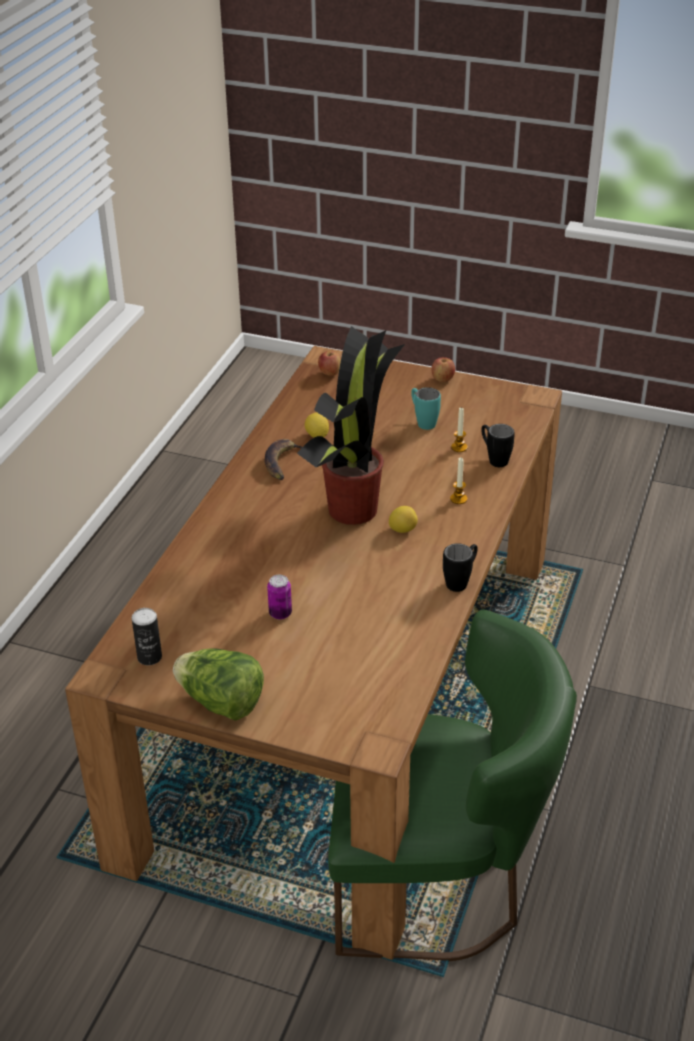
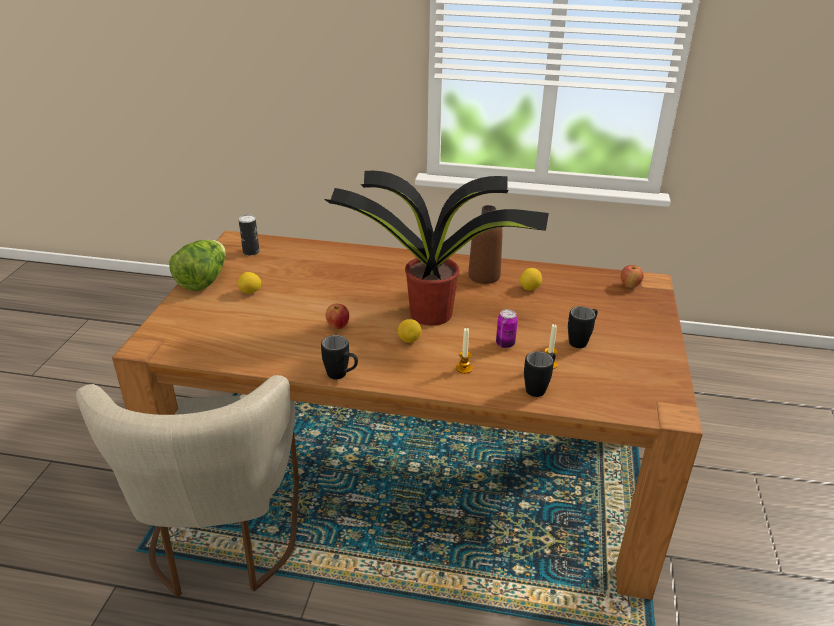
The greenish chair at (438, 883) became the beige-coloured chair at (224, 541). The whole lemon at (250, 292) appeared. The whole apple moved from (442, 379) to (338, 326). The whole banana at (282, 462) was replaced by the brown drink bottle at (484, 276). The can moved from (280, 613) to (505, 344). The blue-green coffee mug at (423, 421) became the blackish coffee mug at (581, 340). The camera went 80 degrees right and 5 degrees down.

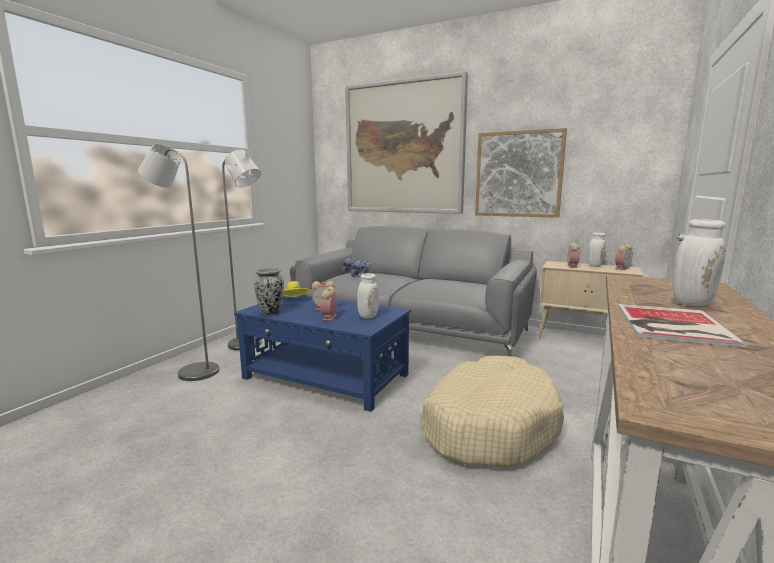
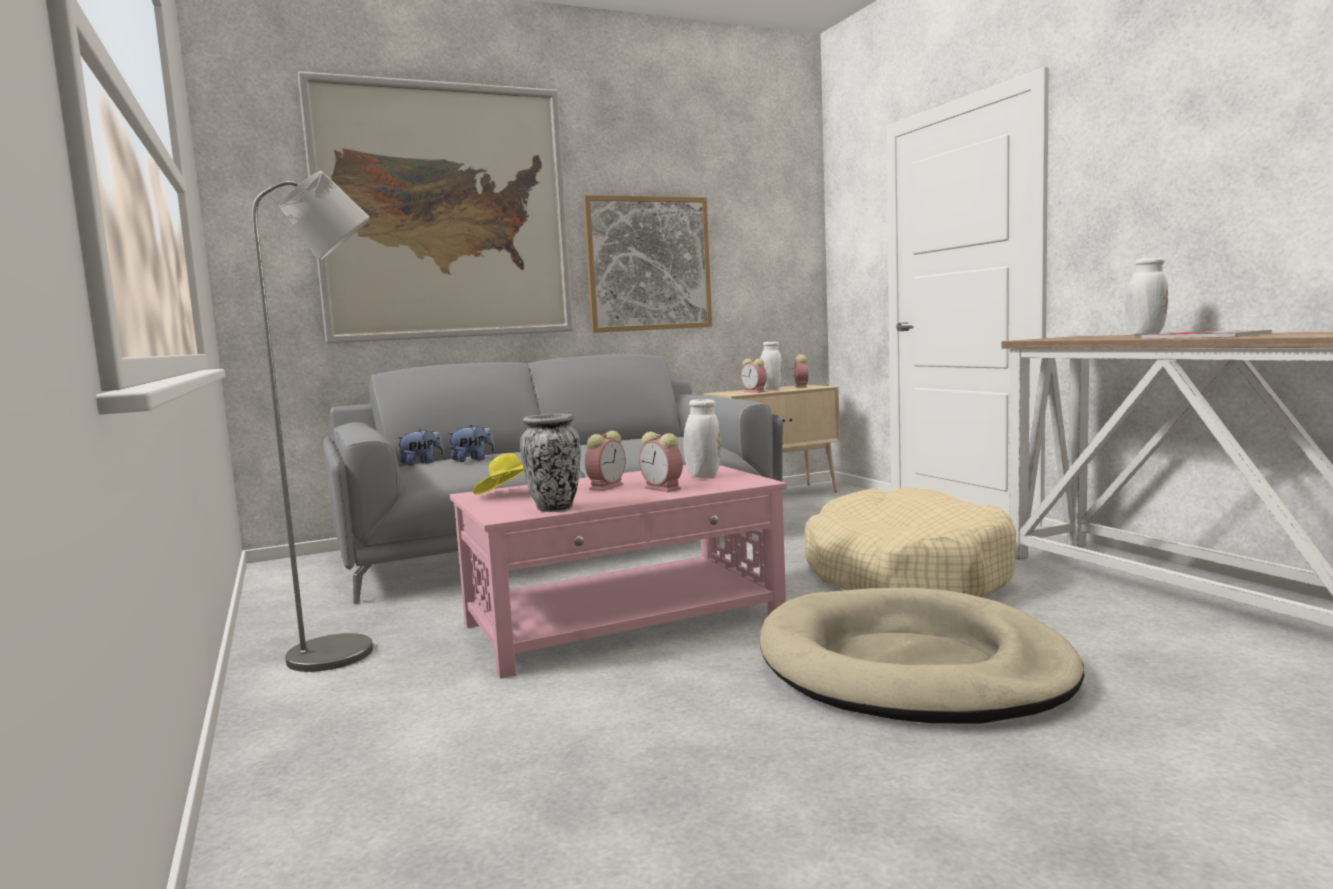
The blue lounge table at (326, 376) became the pink-coloured lounge table at (624, 620). The beige-coloured dog bed at (911, 667) appeared. The grey floor lamp at (192, 371) disappeared. The camera went 50 degrees left and 5 degrees down.

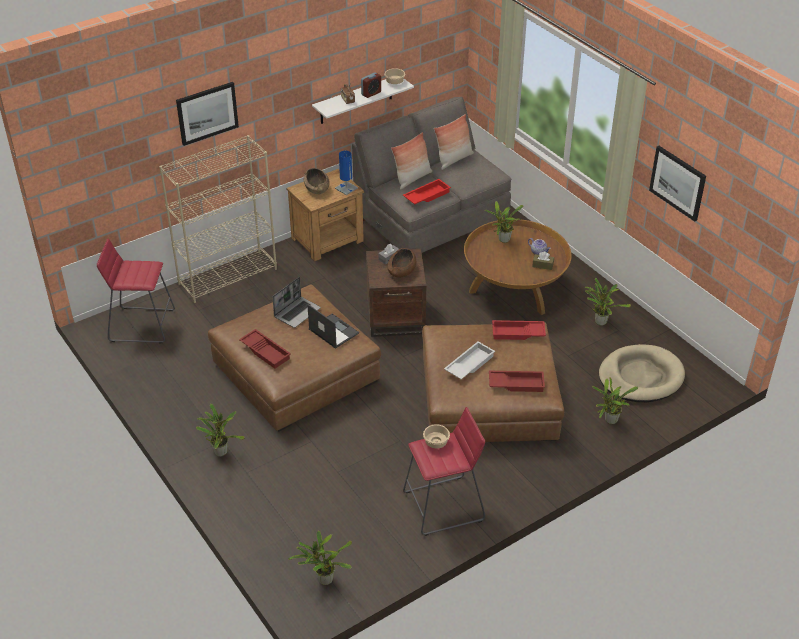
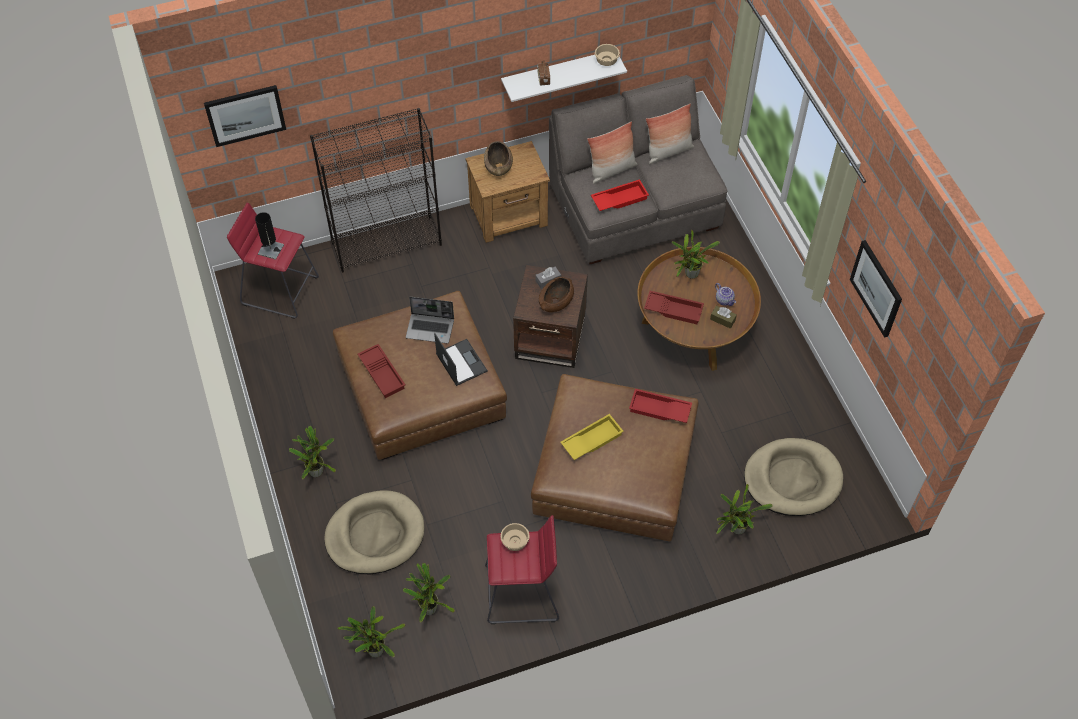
The wall art moved from (207, 113) to (245, 115). The blackish tabletop lamp at (271, 249) appeared. The beige-coloured shelving unit at (228, 276) became the blackish shelving unit at (387, 243). The beige-coloured dog bed at (375, 535) appeared. The plant in a pot moved from (600, 321) to (429, 606). The portable computer at (297, 312) turned 45 degrees clockwise. The white tray at (469, 364) became the yellow-coloured tray at (591, 439). The reddish tray moved from (516, 383) to (674, 309). The blue tabletop lamp at (346, 188) disappeared. The alarm clock at (371, 93) disappeared. The camera went 15 degrees right and 15 degrees up.

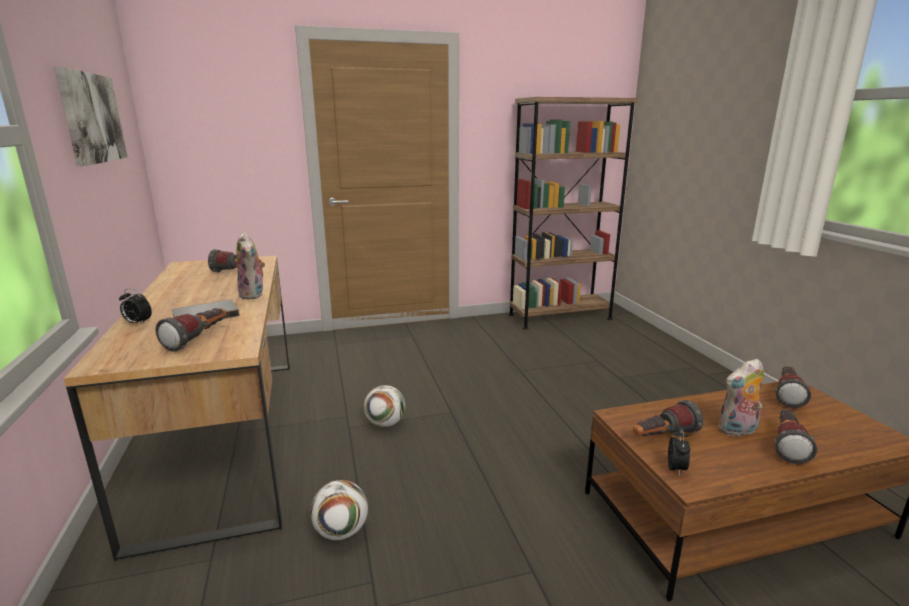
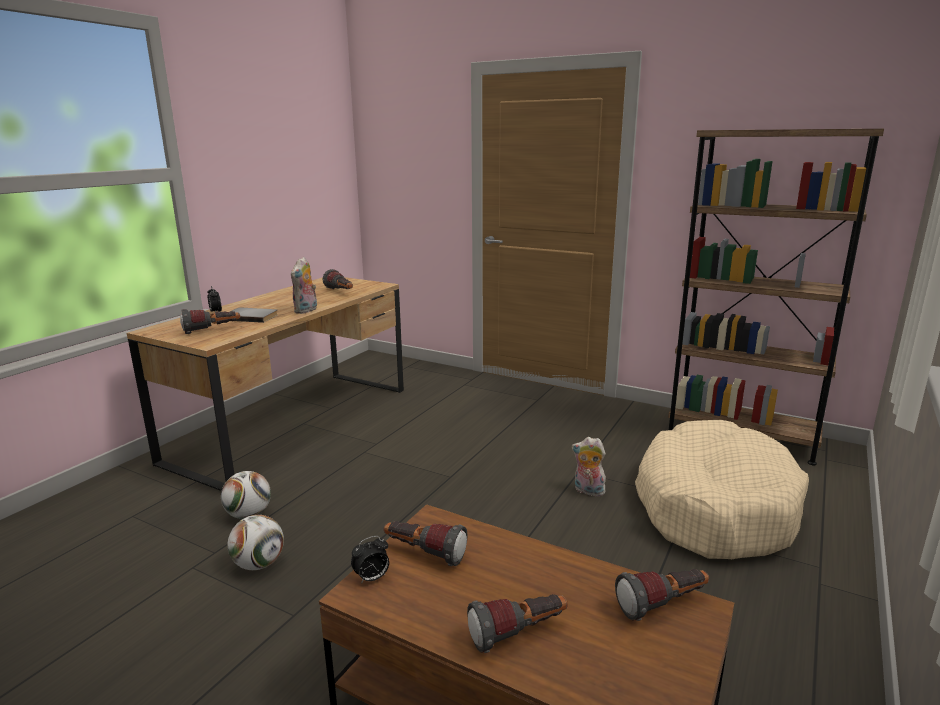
The ball for football moved from (385, 423) to (259, 564). The cuddly toy moved from (737, 431) to (588, 491). The beige-coloured dog bed at (714, 507) appeared. The wall art at (91, 118) disappeared. The camera went 45 degrees right and 0 degrees up.

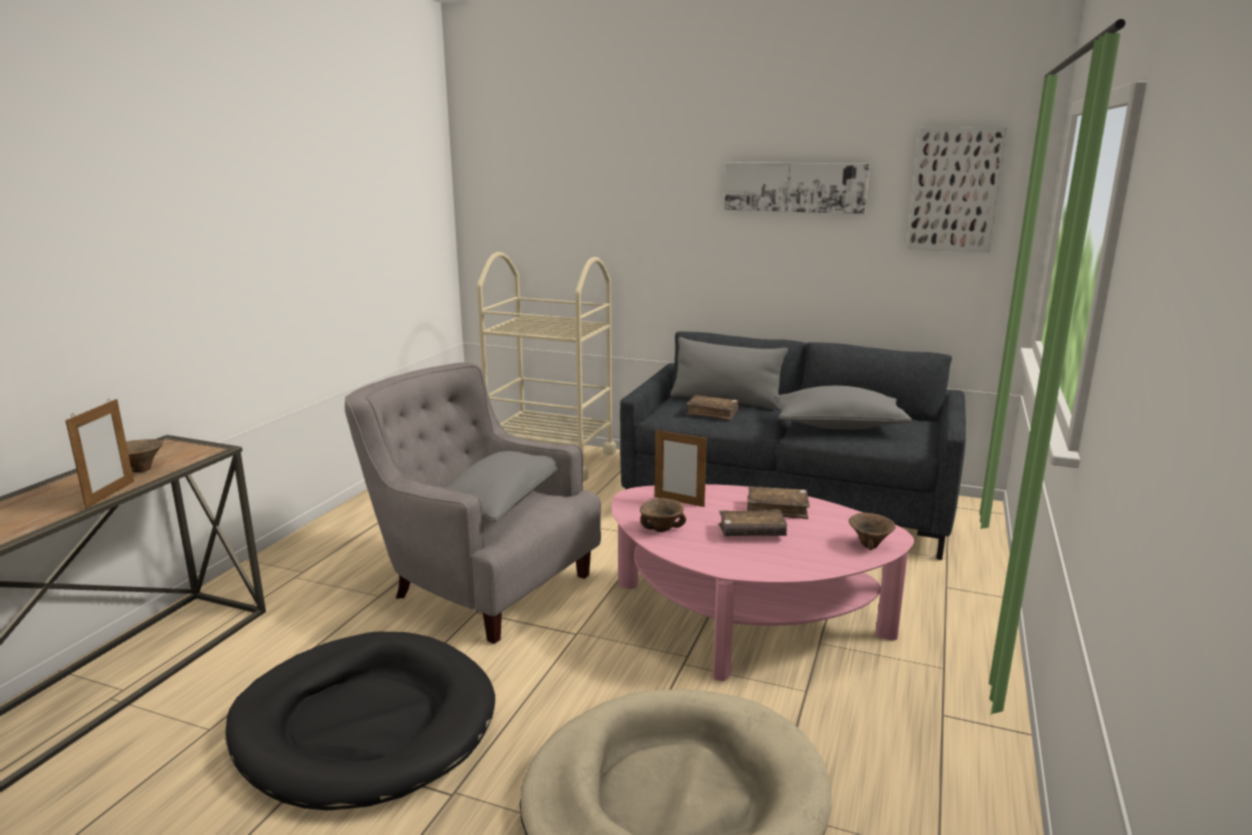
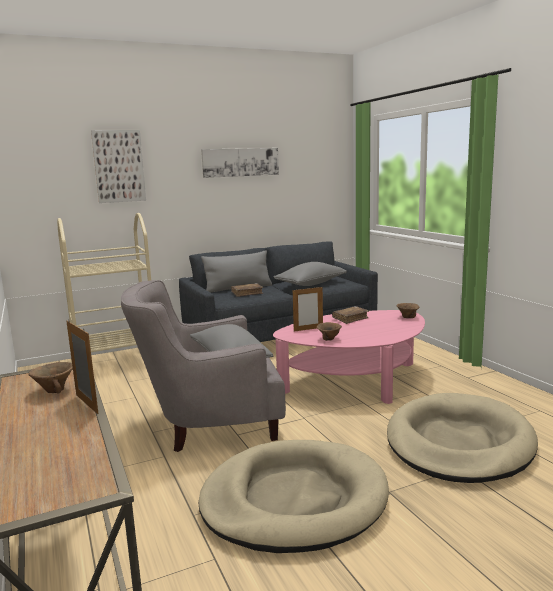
The wall art moved from (955, 190) to (119, 166). The blackish dog bed at (364, 724) became the beige-coloured dog bed at (293, 500). The brown book at (752, 532) disappeared. The camera went 45 degrees left and 5 degrees down.

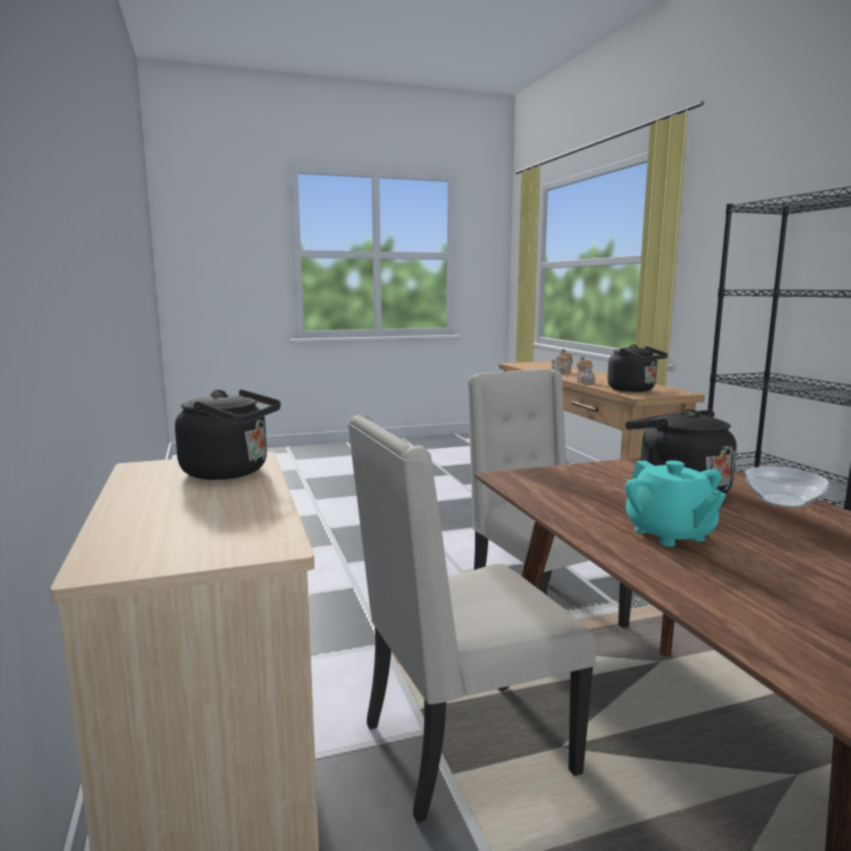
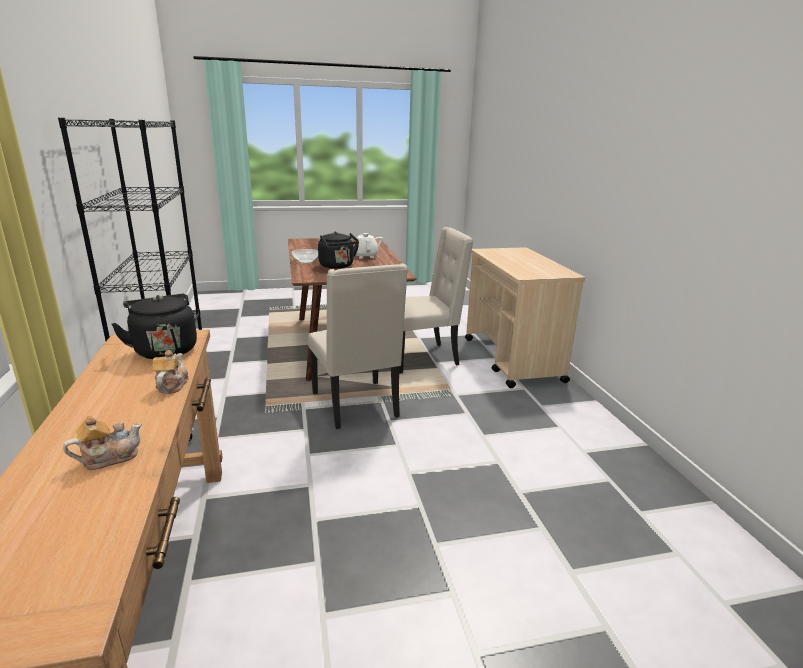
The blue-green tea pot at (669, 534) became the white tea pot at (365, 256). The blackish kettle at (231, 472) disappeared. The camera went 175 degrees left and 10 degrees up.

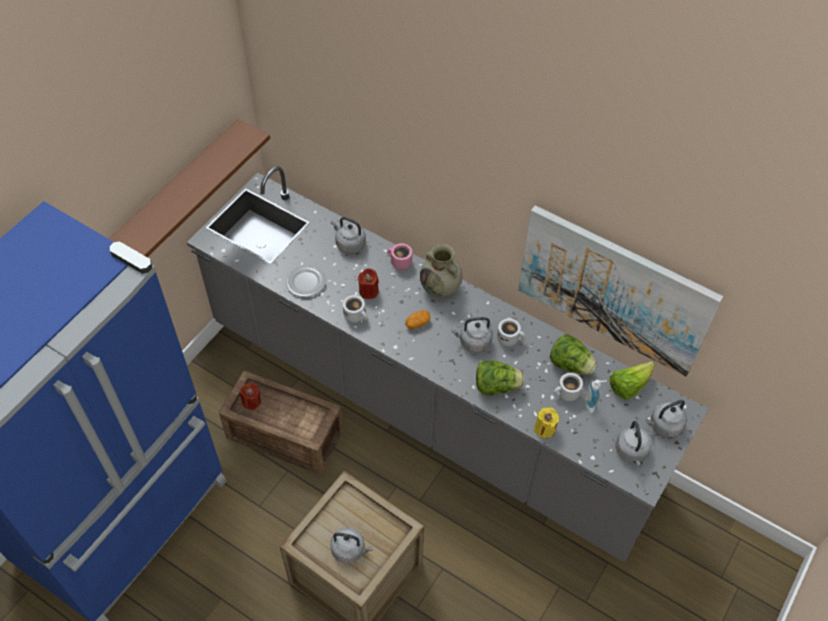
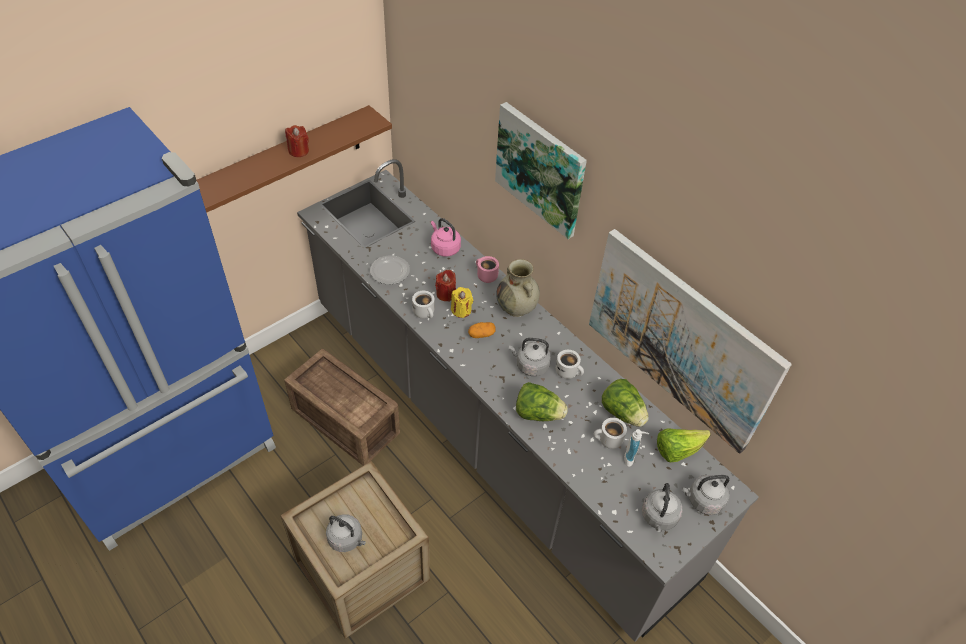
The reddish wax candle moved from (251, 401) to (298, 151). The grey kettle at (349, 243) became the pink-coloured kettle at (444, 248). The yellow-coloured wax candle moved from (544, 429) to (461, 310). The wall art at (541, 169) appeared. The camera went 15 degrees right and 5 degrees down.

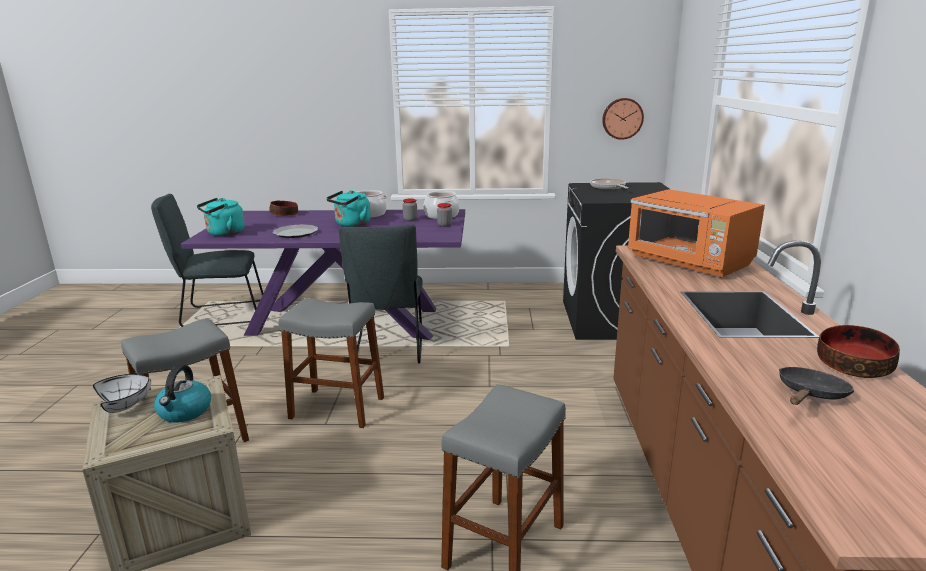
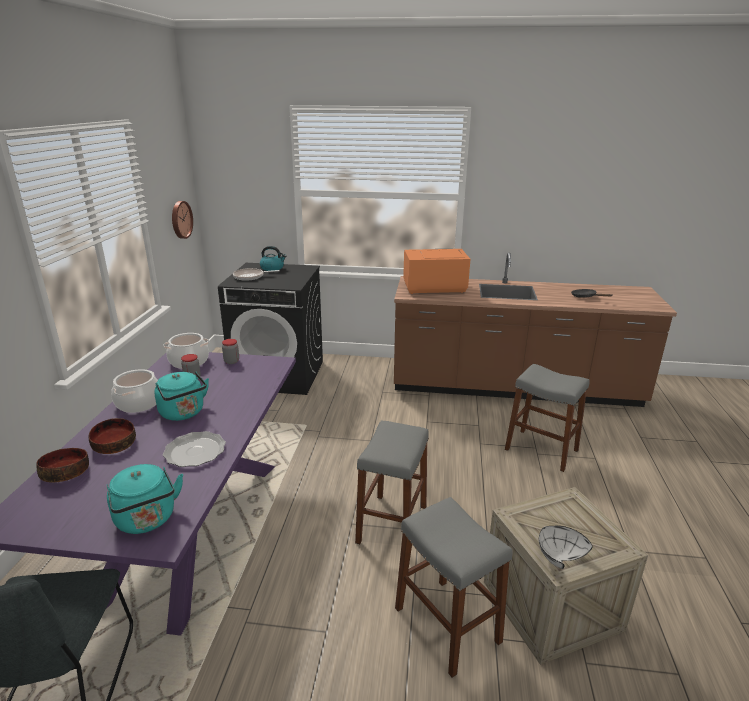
The deep dish moved from (852, 365) to (114, 444). The kettle moved from (185, 412) to (272, 268). The orange-coloured microwave at (689, 262) turned 150 degrees counterclockwise. The grey chair at (388, 350) disappeared. The camera went 85 degrees left and 5 degrees up.

